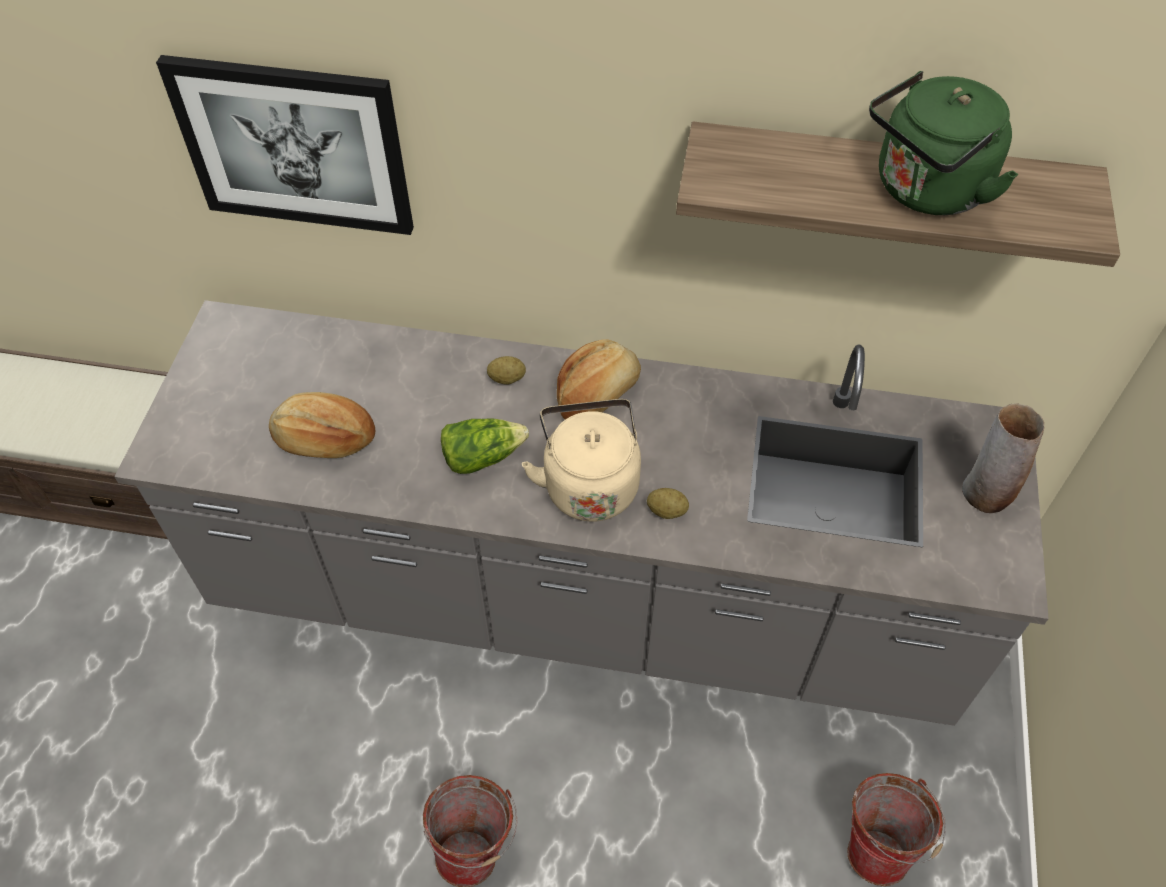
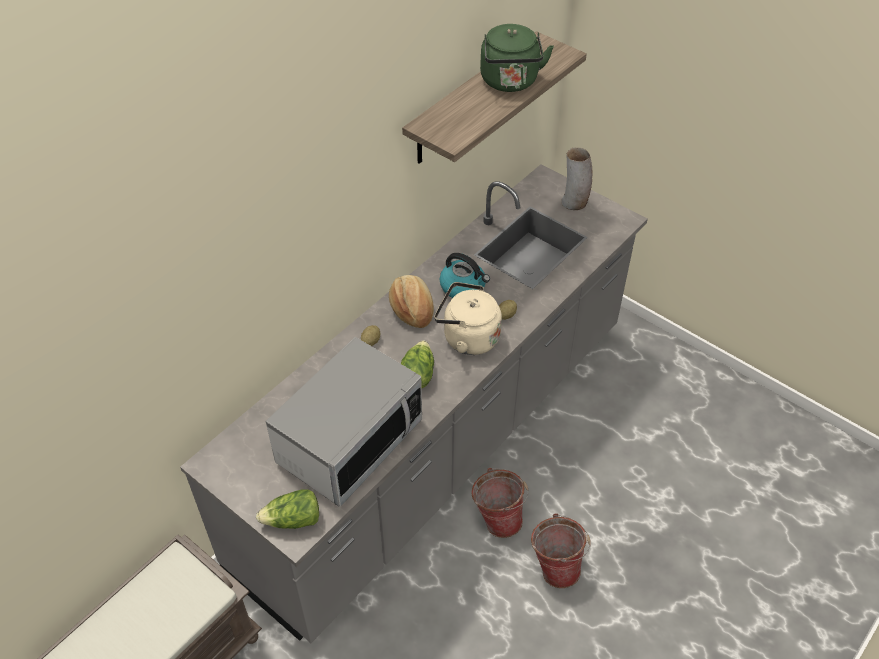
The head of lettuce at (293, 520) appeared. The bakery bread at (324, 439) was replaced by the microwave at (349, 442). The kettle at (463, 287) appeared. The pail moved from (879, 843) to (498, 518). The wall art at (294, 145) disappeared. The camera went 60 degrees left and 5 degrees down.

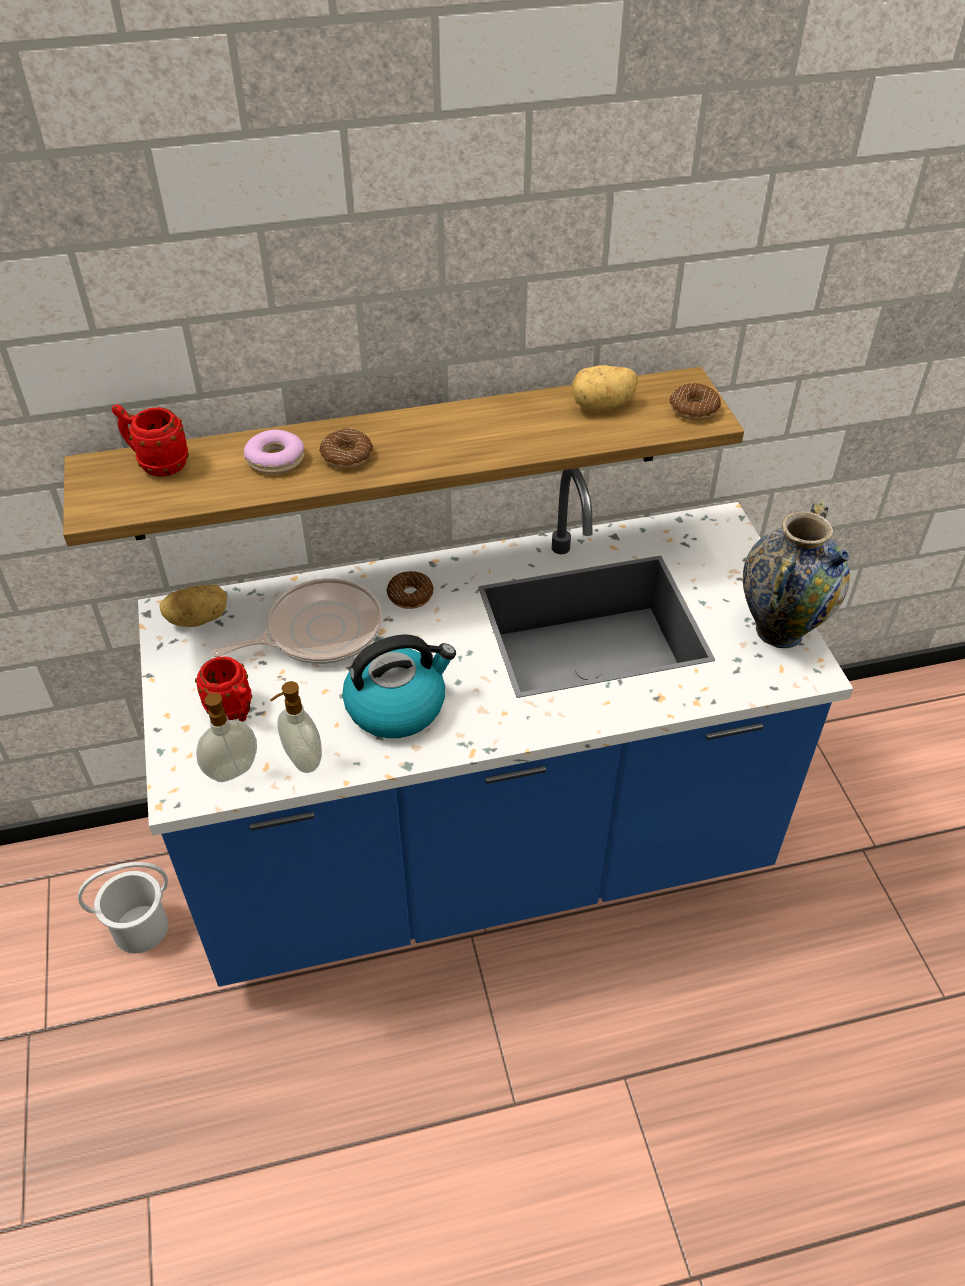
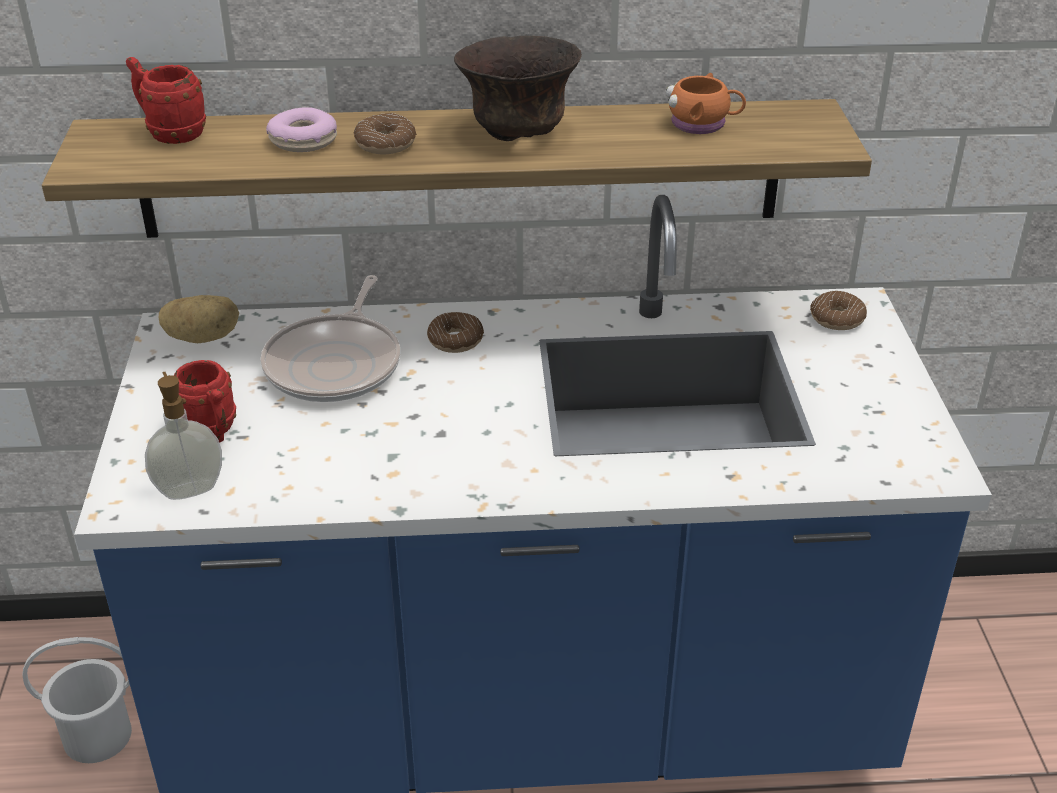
The pan at (318, 631) turned 120 degrees clockwise. The brown deep dish at (517, 134) appeared. The potato at (602, 406) was replaced by the orange-coloured coffee mug at (703, 124). The ring doughnut moved from (694, 409) to (837, 318). The soap dispenser at (302, 760) disappeared. The kettle at (397, 705) disappeared. The vase at (780, 630) disappeared. The camera went 10 degrees right and 10 degrees down.

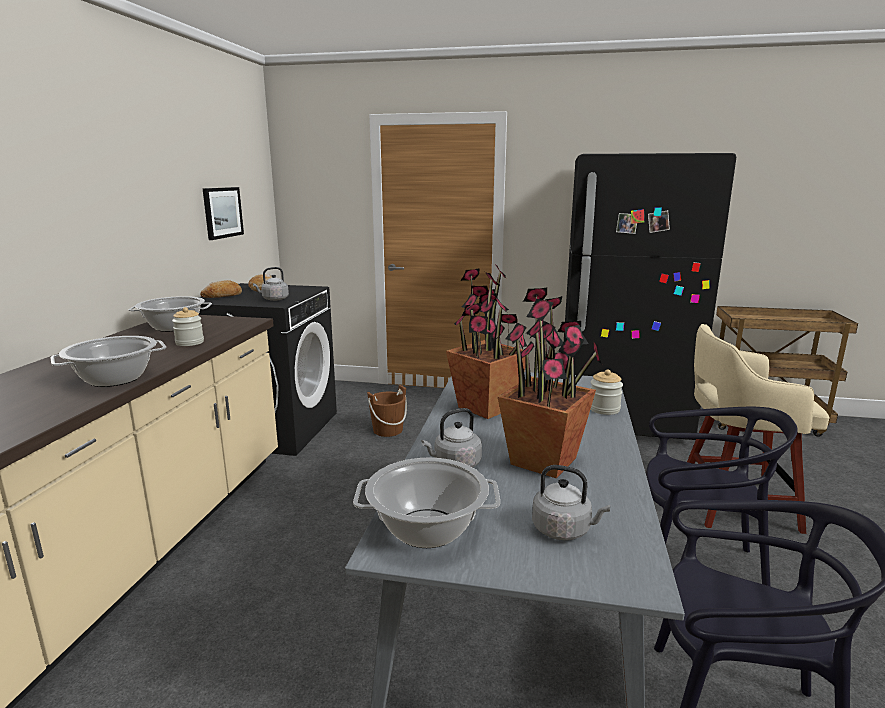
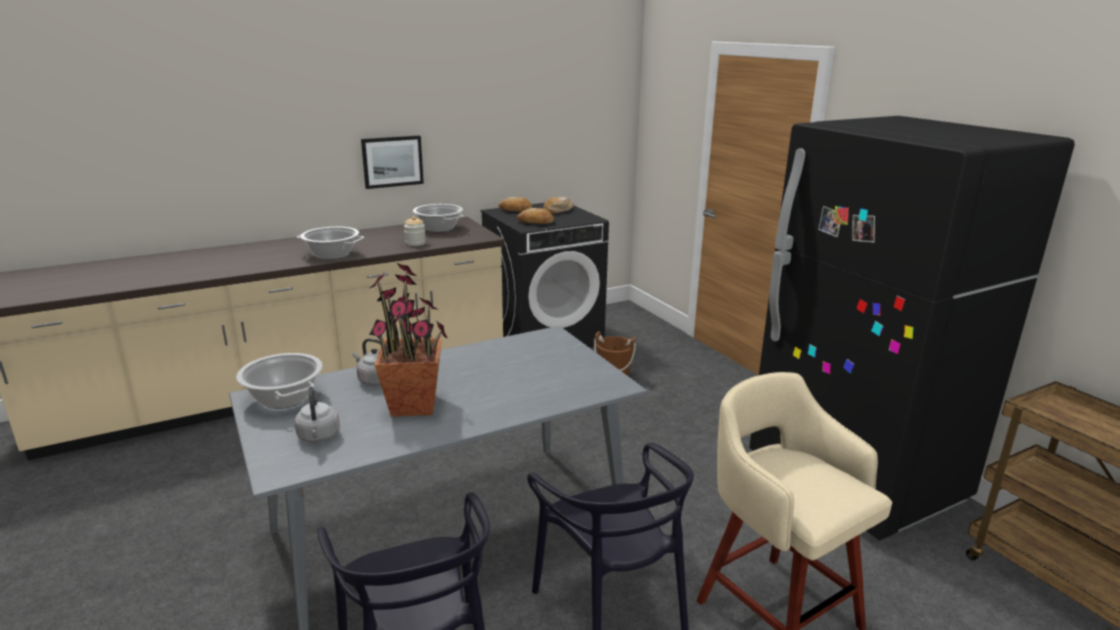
The wall art moved from (222, 212) to (392, 161). The grey kettle at (274, 299) was replaced by the bakery bread at (535, 222). The plant in a pot at (486, 408) disappeared. The storage jar at (604, 409) disappeared. The camera went 50 degrees right and 5 degrees up.

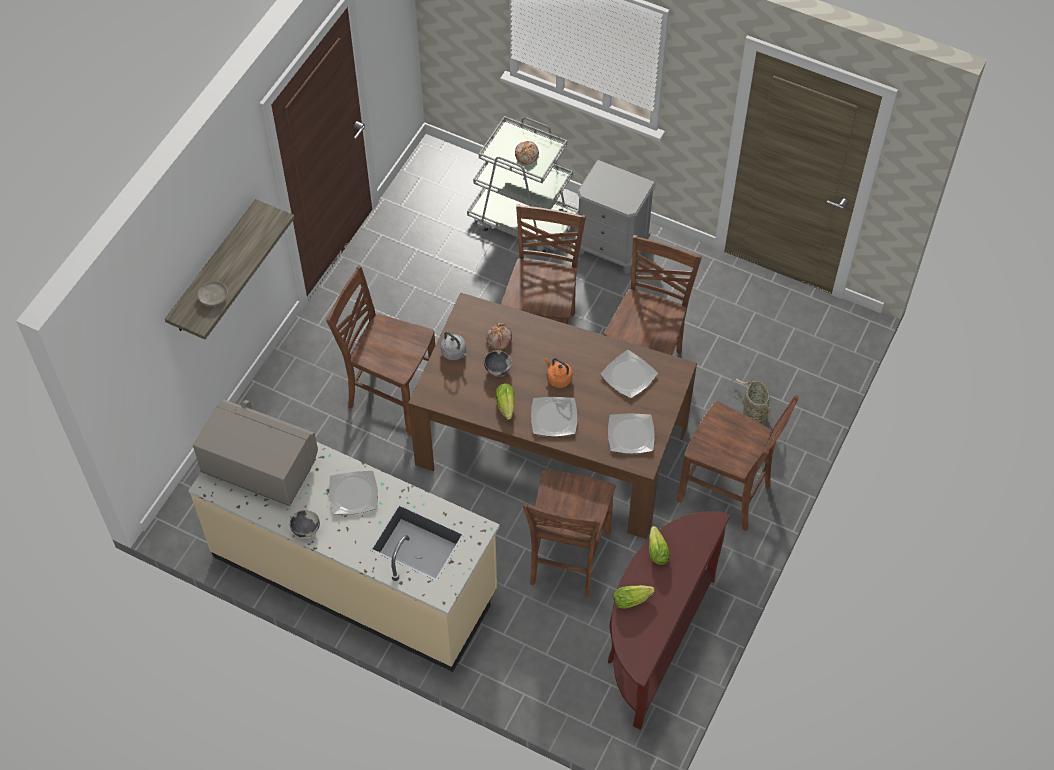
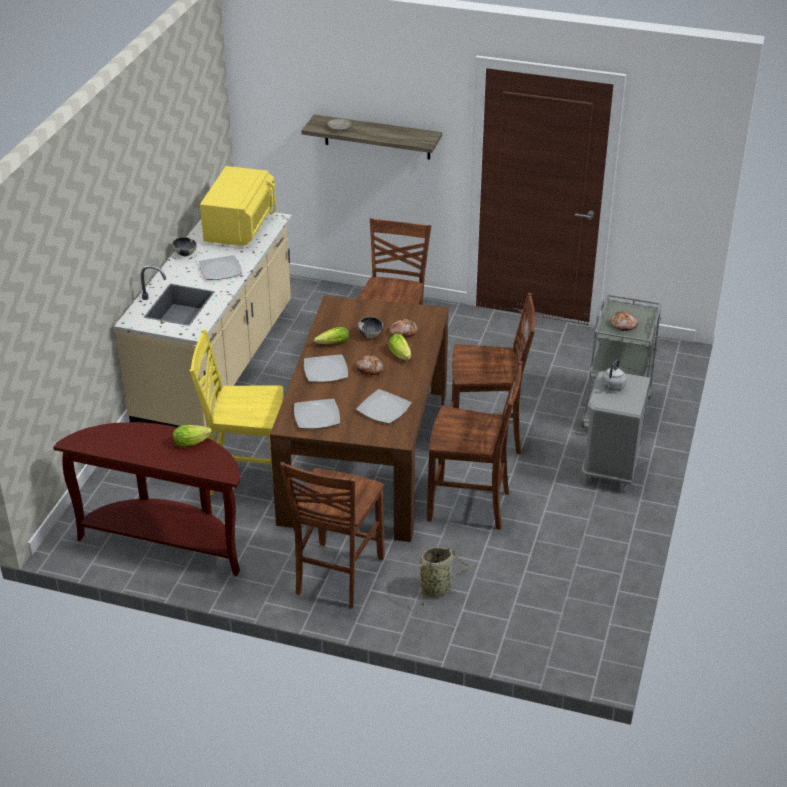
The brown chair at (567, 559) became the yellow-coloured chair at (246, 478). The grey microwave at (260, 465) became the yellow-coloured microwave at (241, 227). The orange-coloured kettle at (558, 378) was replaced by the bakery bread at (369, 368). The head of lettuce moved from (634, 599) to (401, 355). The grey kettle moved from (454, 353) to (612, 387). The camera went 80 degrees right and 20 degrees down.

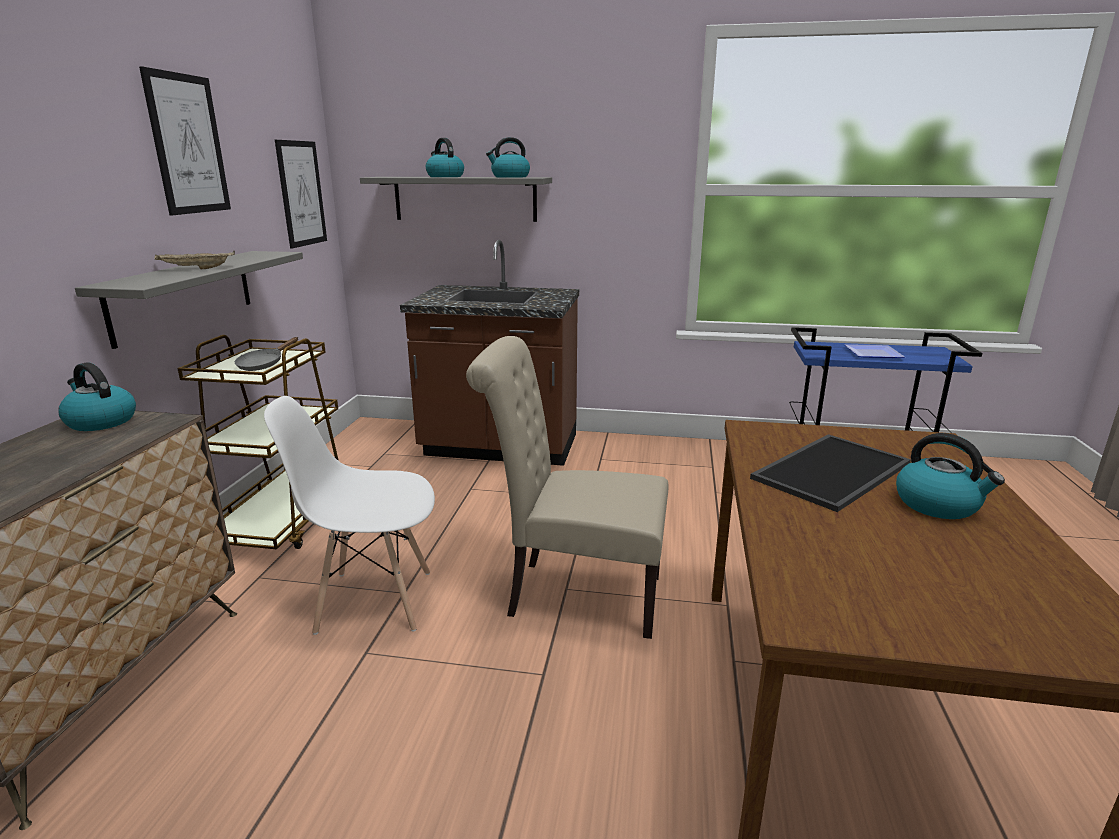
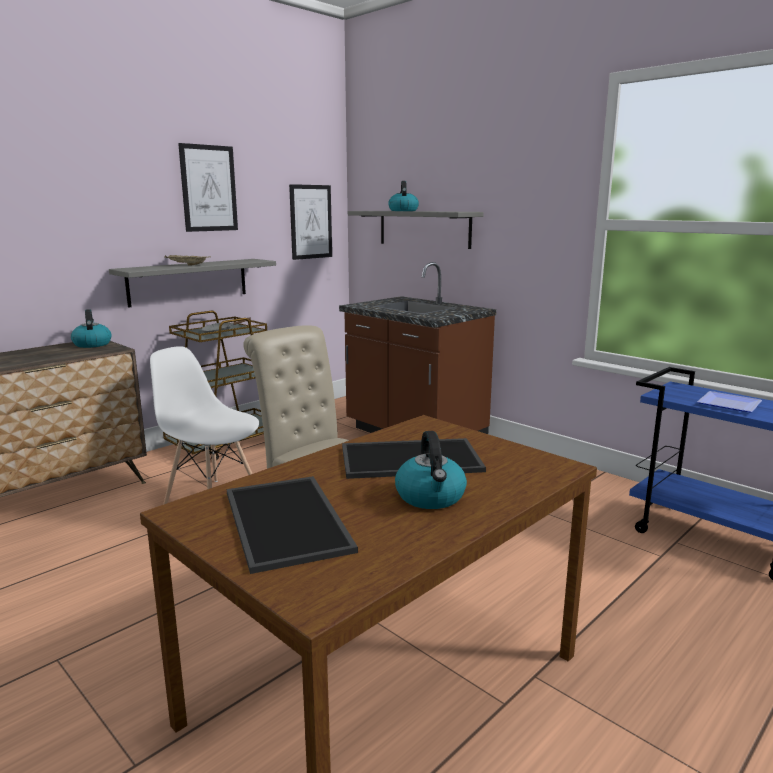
The tray at (289, 521) appeared. The kettle at (510, 177) disappeared. The camera went 35 degrees right and 5 degrees down.

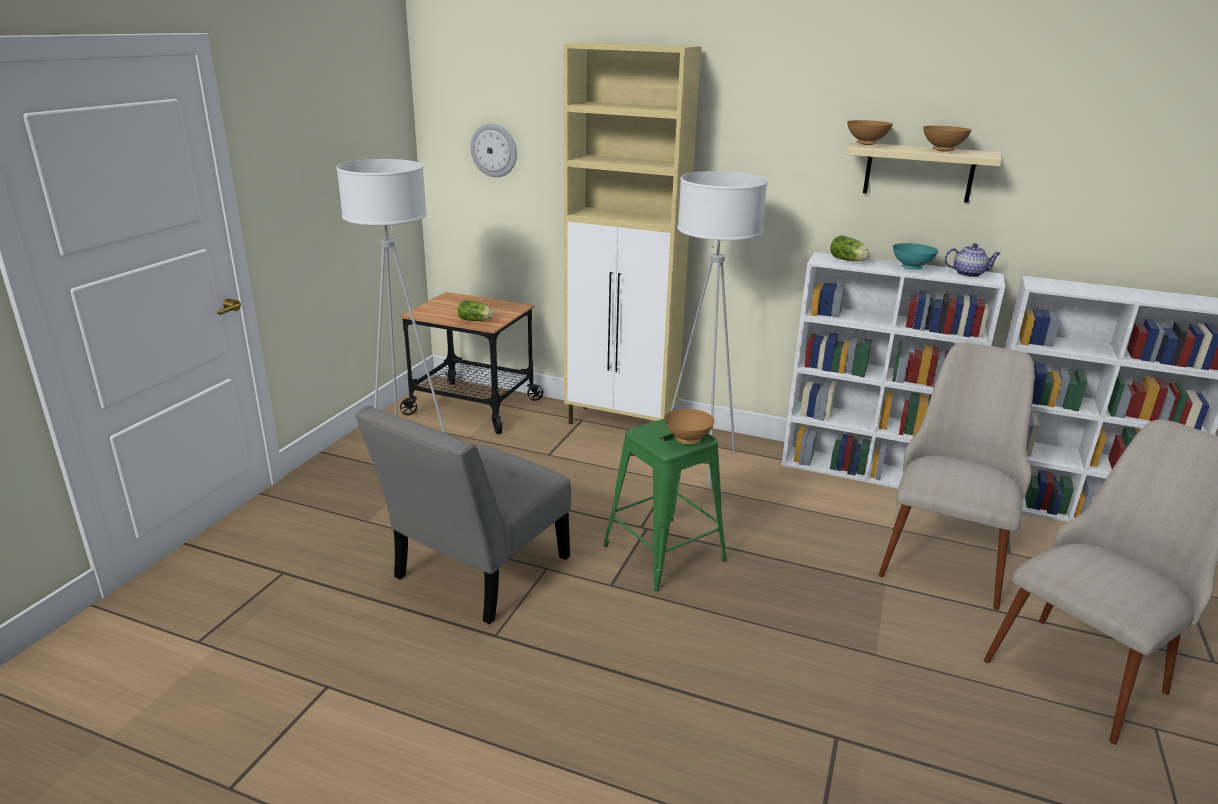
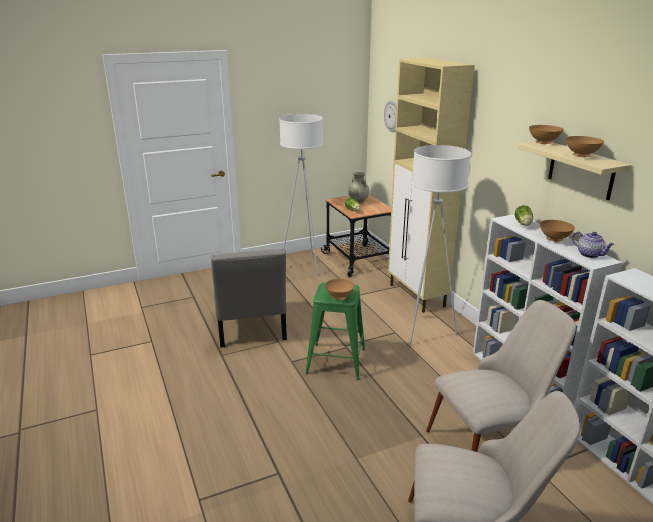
The grey chair at (476, 572) turned 90 degrees counterclockwise. The beige-coloured vase at (358, 201) appeared. The blue-green deep dish at (911, 268) became the brown deep dish at (554, 240). The camera went 45 degrees right and 0 degrees up.

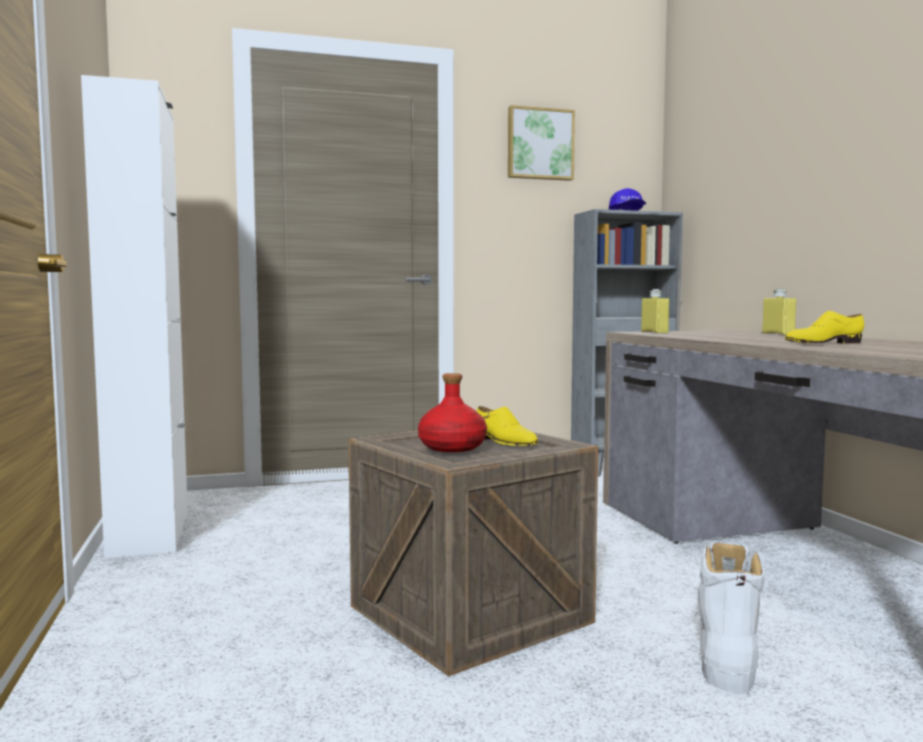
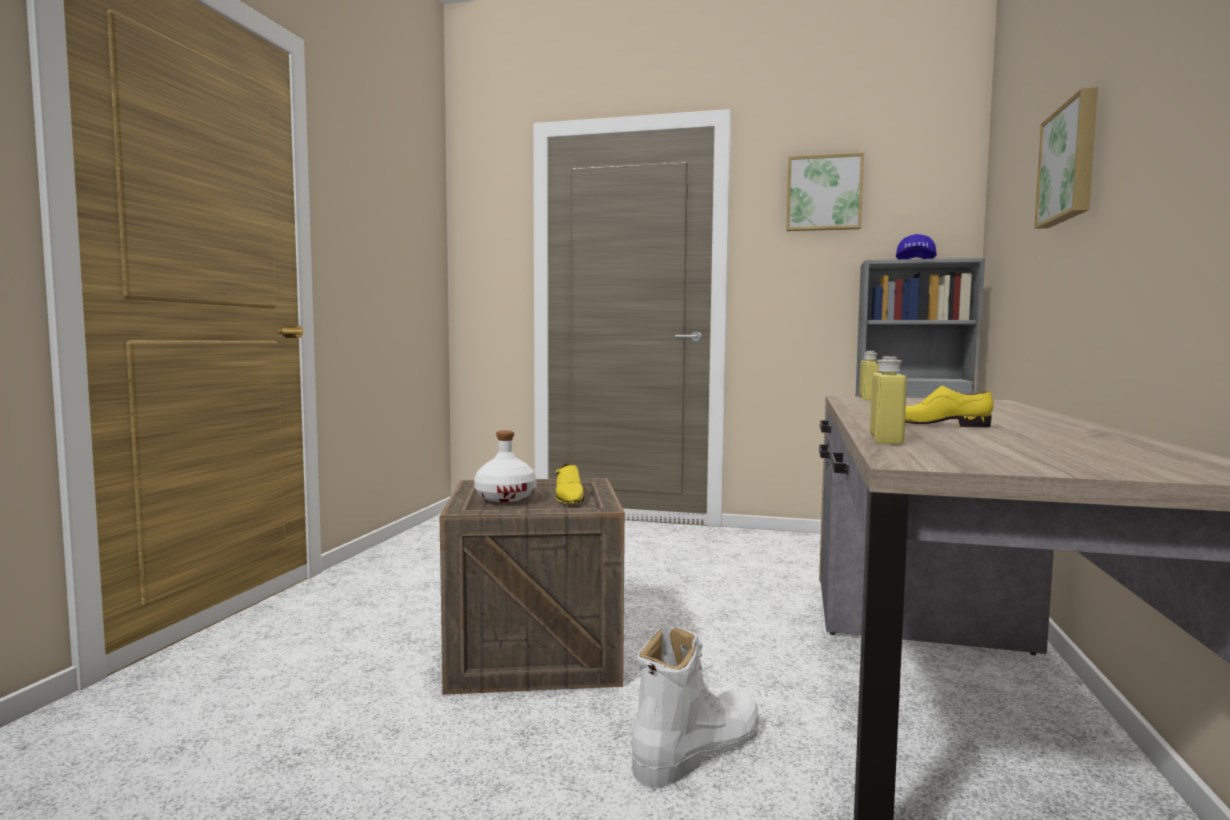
The reddish drink bottle at (451, 447) became the white drink bottle at (505, 497). The yellow-coloured drink bottle moved from (778, 334) to (886, 440). The wall art at (1071, 163) appeared. The white cabinet at (150, 533) disappeared. The camera went 30 degrees right and 0 degrees up.

